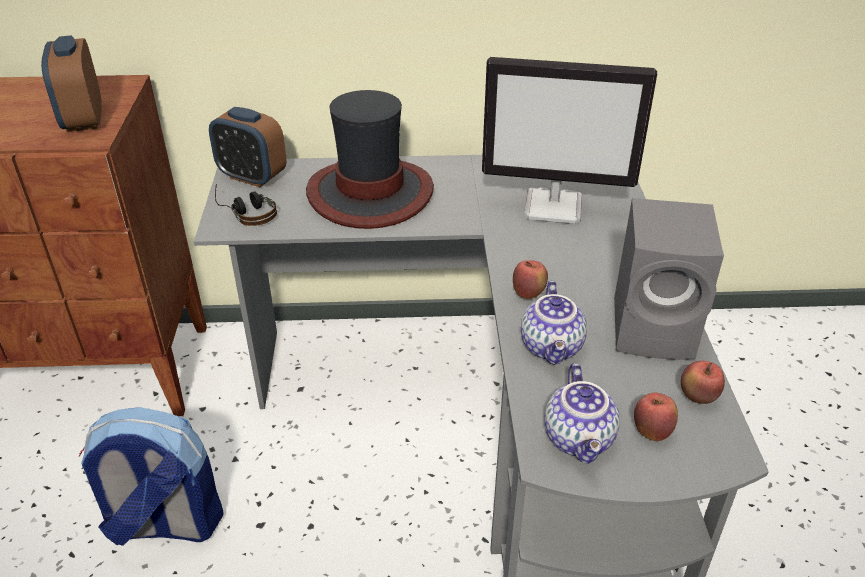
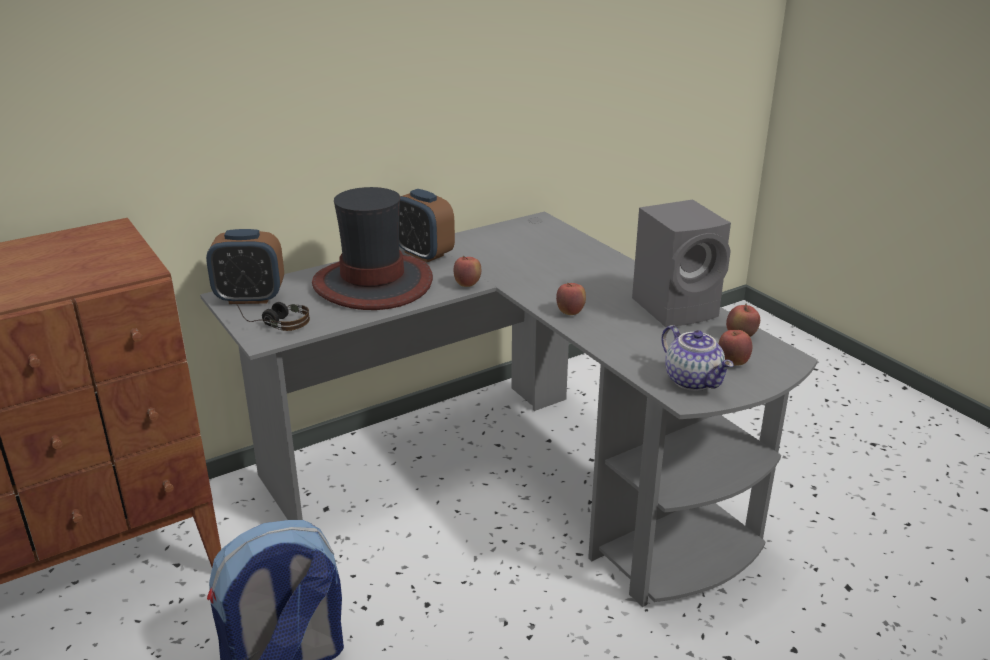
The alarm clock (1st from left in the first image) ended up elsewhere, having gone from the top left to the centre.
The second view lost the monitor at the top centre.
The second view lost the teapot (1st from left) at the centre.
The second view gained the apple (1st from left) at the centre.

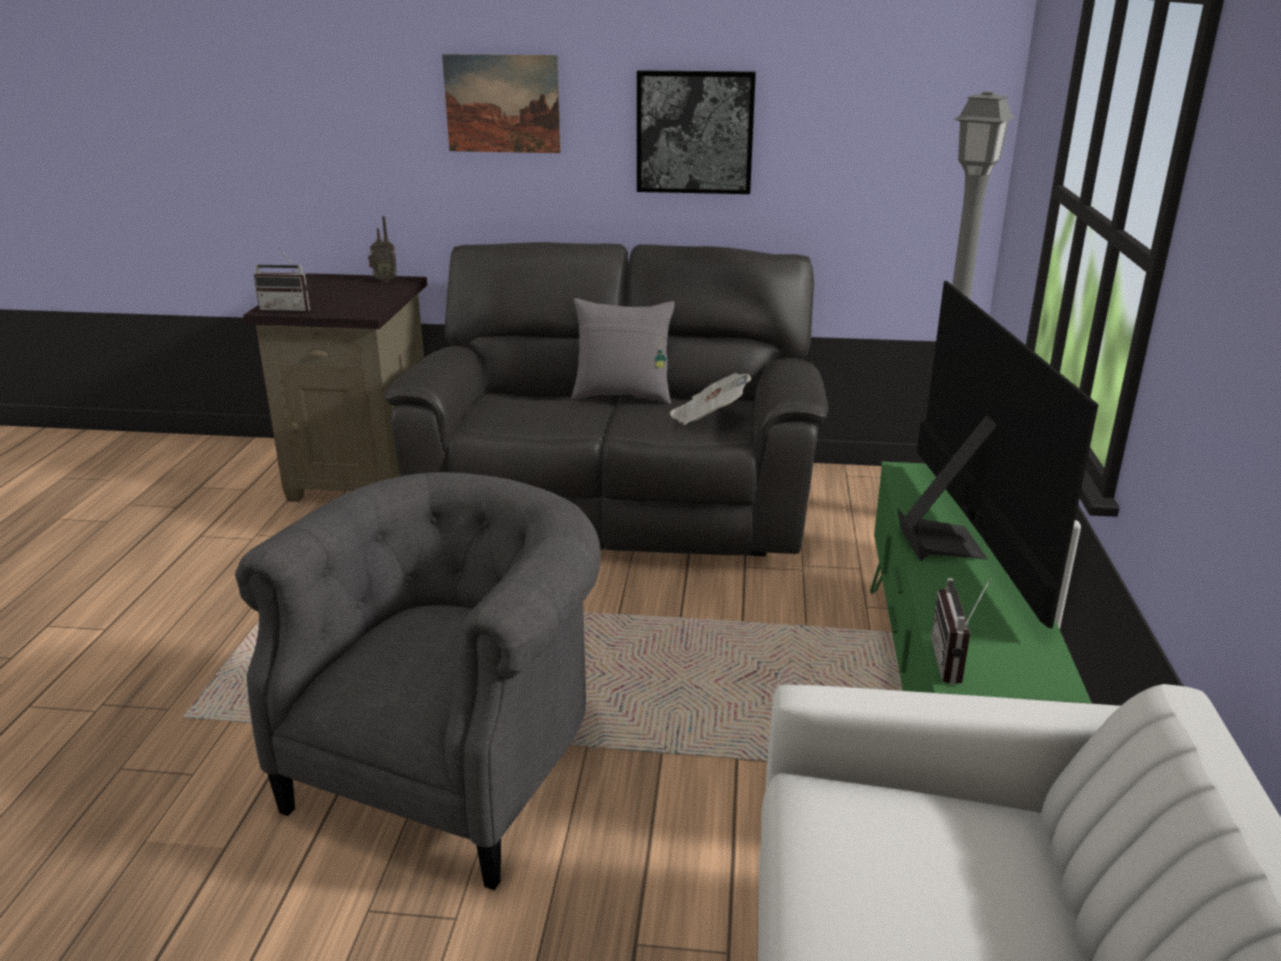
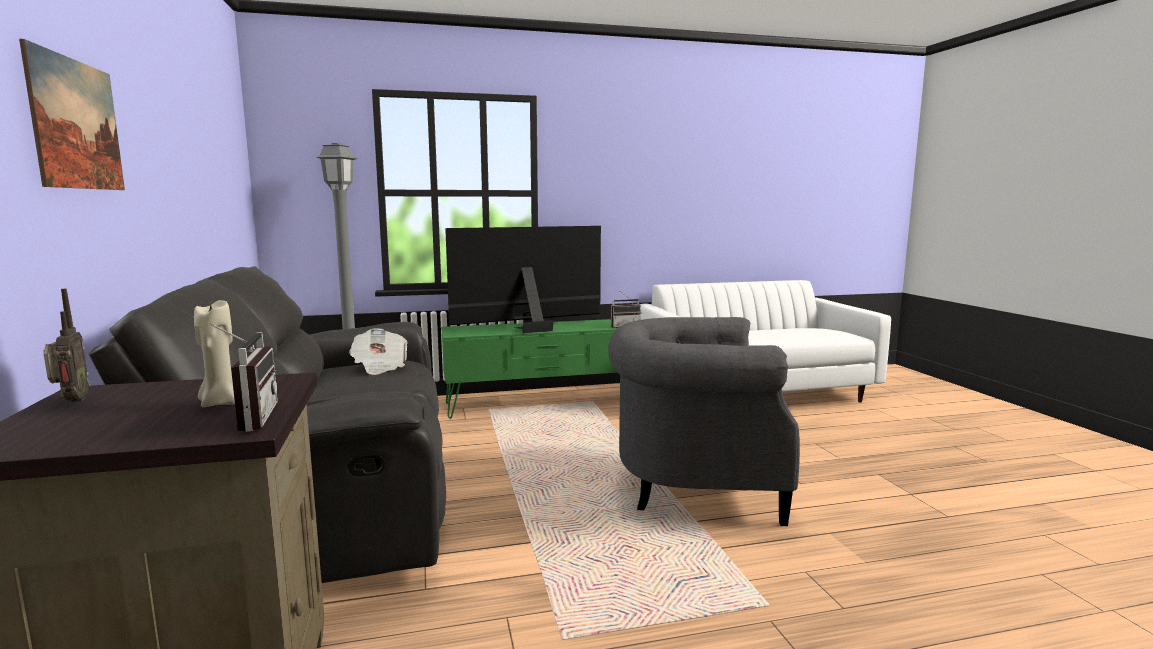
The second view lost the grey pillow at the centre.
The second view lost the picture (2nd from left) at the top centre.
The second view gained the beige candle at the middle left.

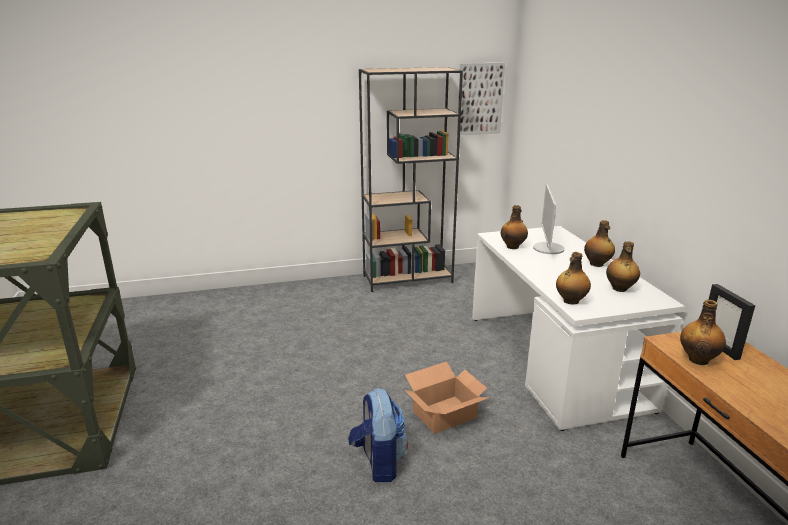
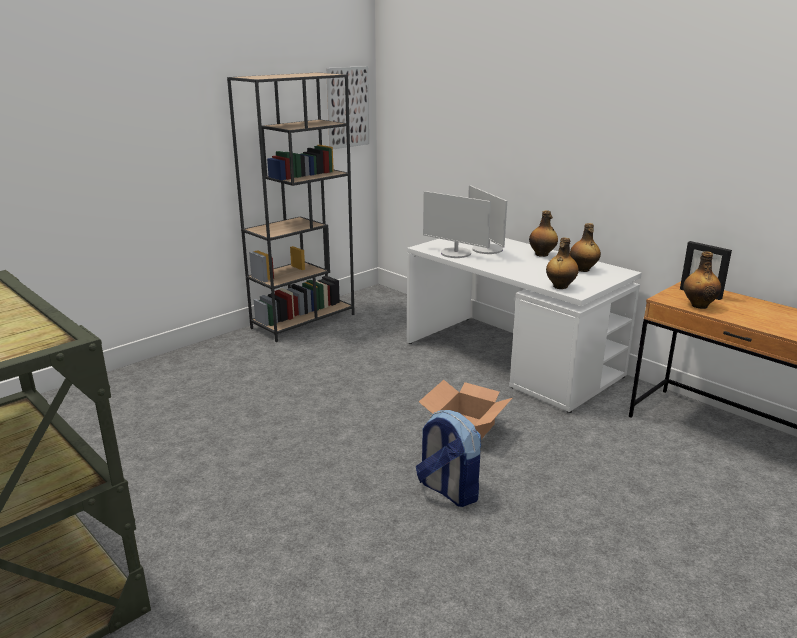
Where the bottle (1st from left) stood at the centre, the monitor (1st from left) came to stand at the centre.

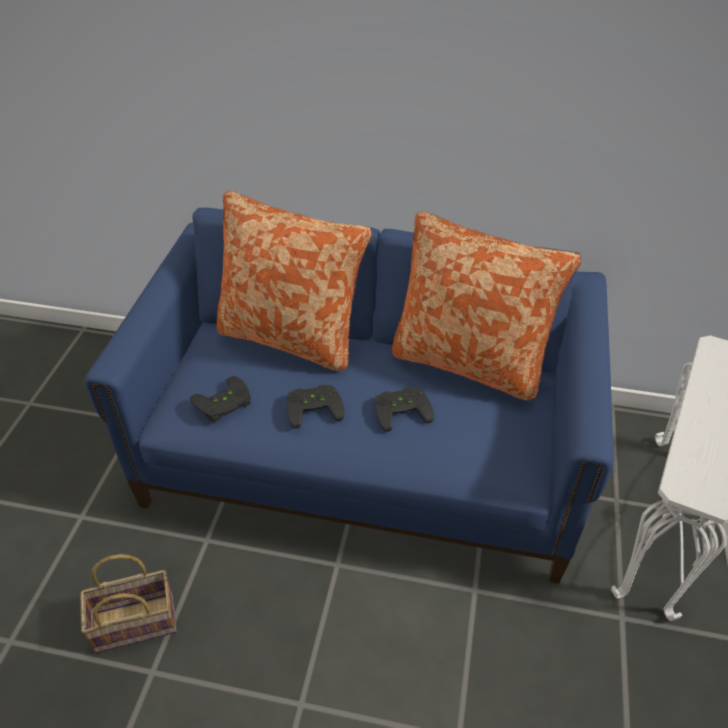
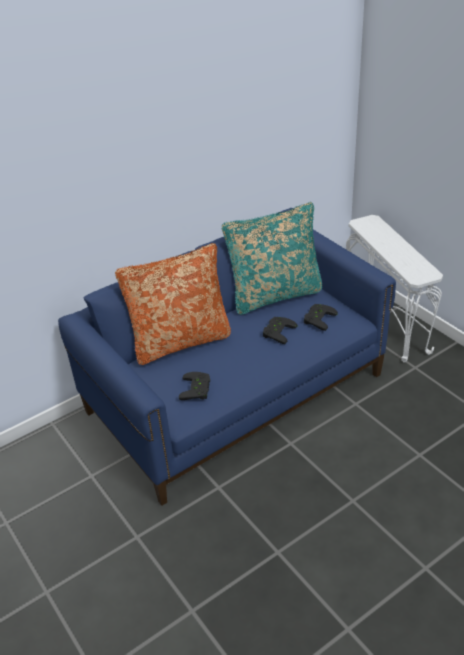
The second view lost the basket at the bottom left.
The black game controller (2nd from left in the first image) ended up elsewhere, having gone from the centre to the middle right.
What was the orange pillow (2nd from left) at the middle right turned into the turquoise pillow at the centre.

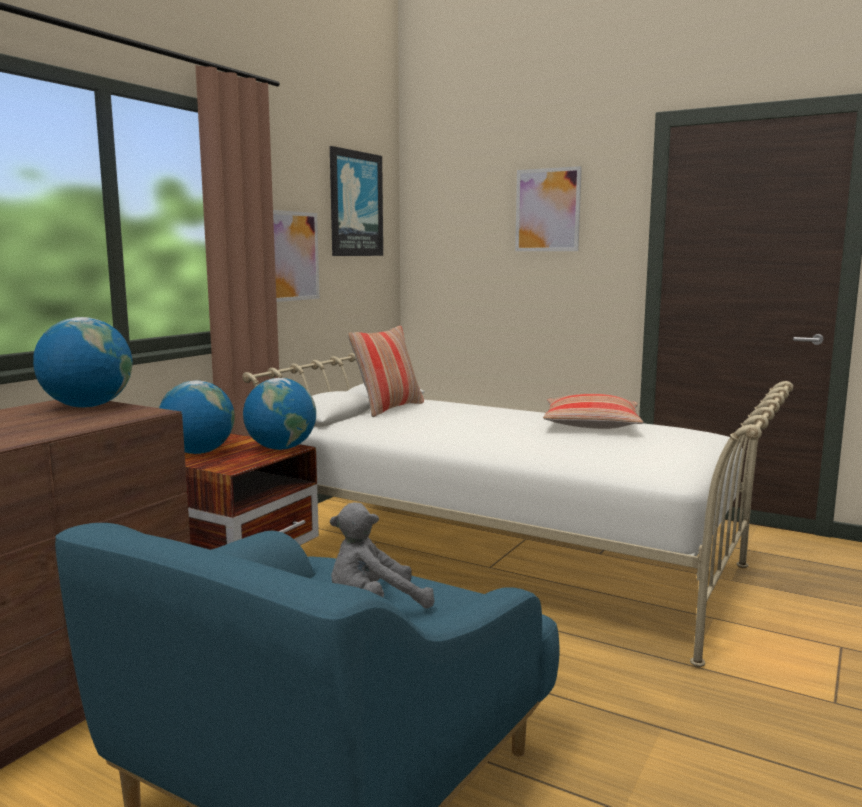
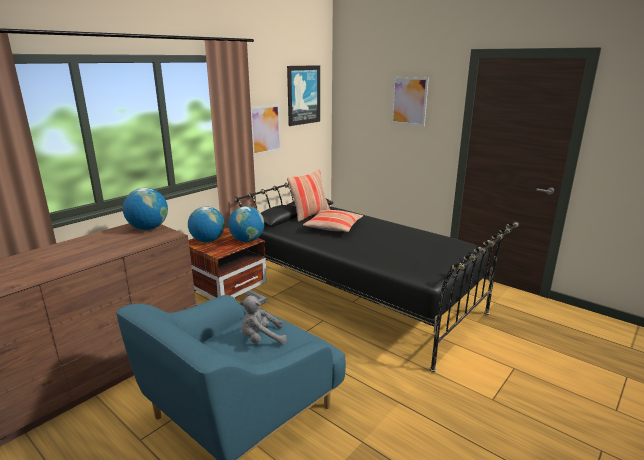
What was the white bed at the centre turned into the black bed at the centre.
The pillow (2nd from left) ended up elsewhere, having gone from the middle right to the centre.

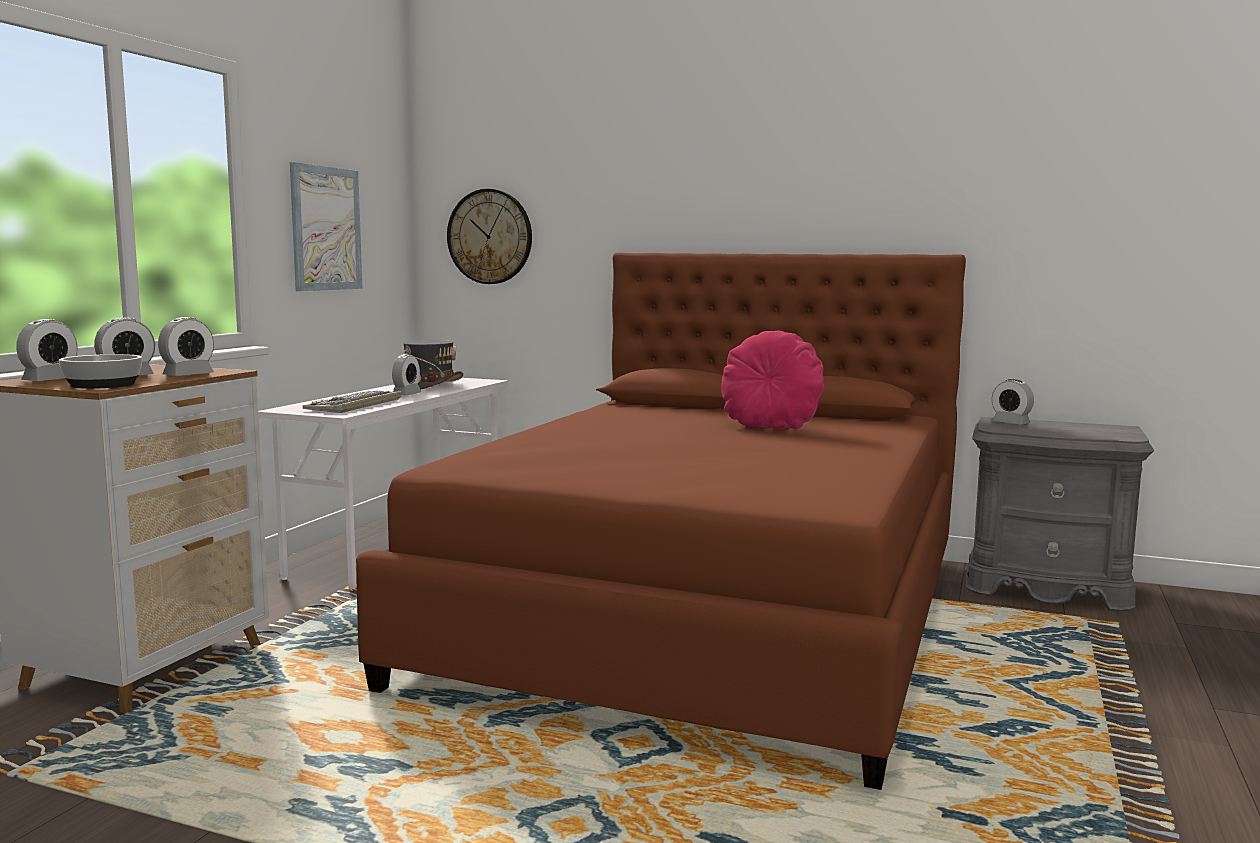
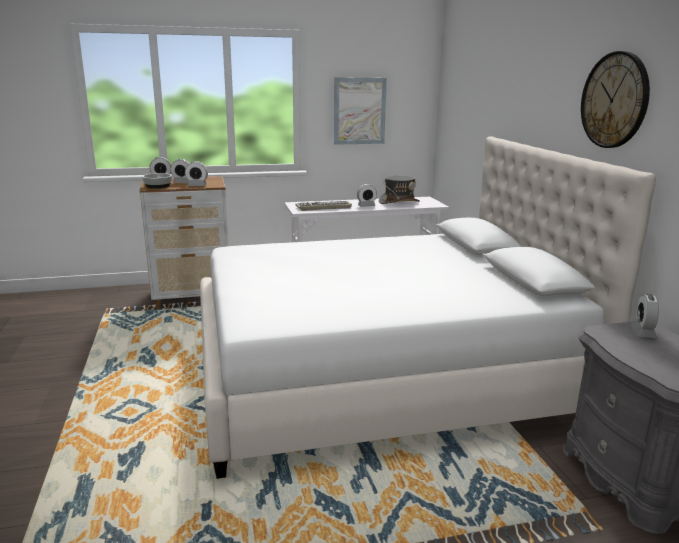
What was the brown bed at the centre turned into the white bed at the centre.
The wall clock ended up elsewhere, having gone from the top centre to the top right.
The second view lost the pink pillow at the centre.

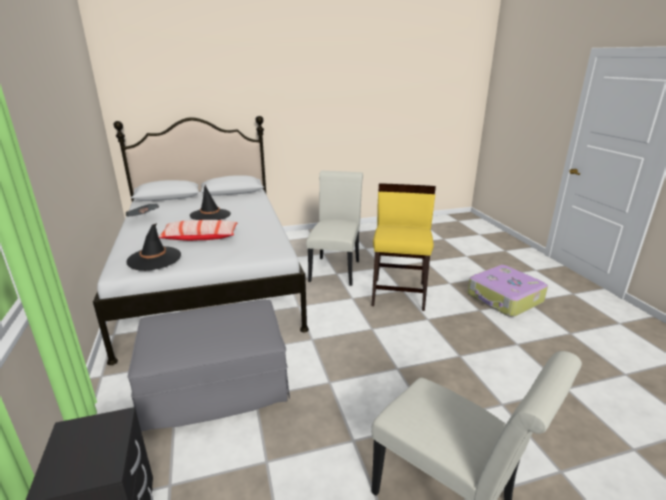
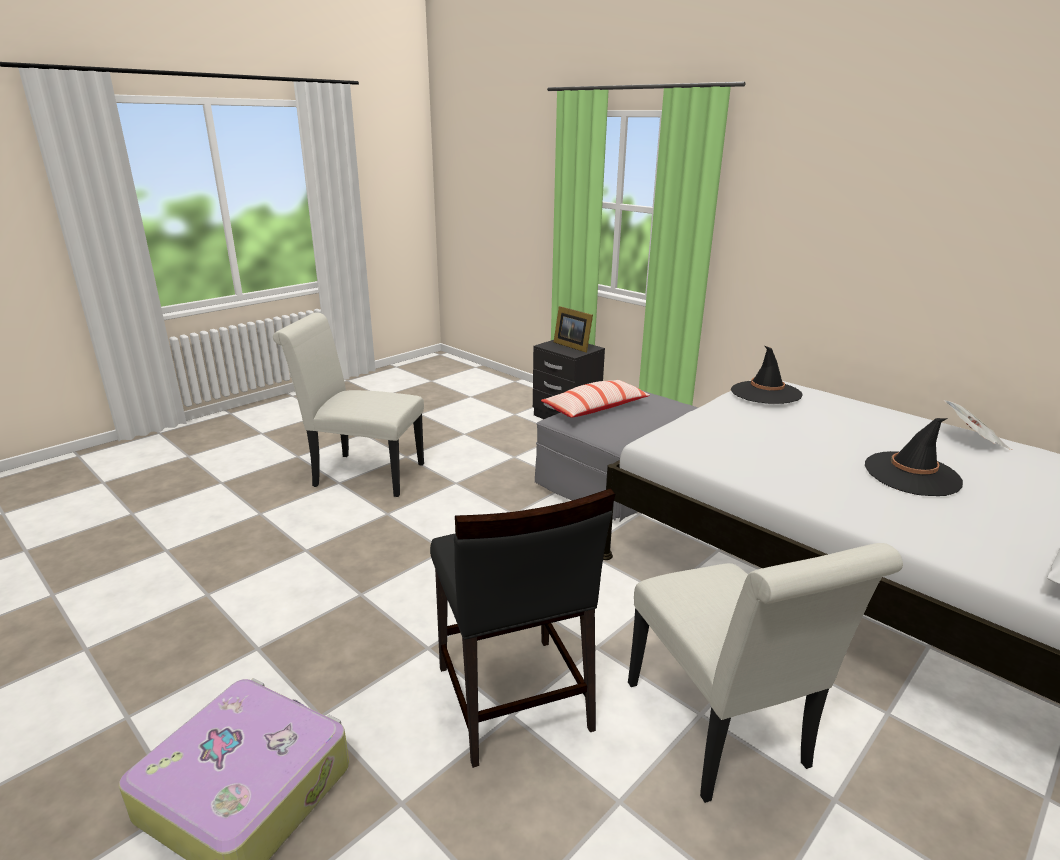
The pillow ended up elsewhere, having gone from the middle left to the centre.
What was the yellow chair at the centre turned into the black chair at the bottom centre.
The second view gained the picture frame at the centre.

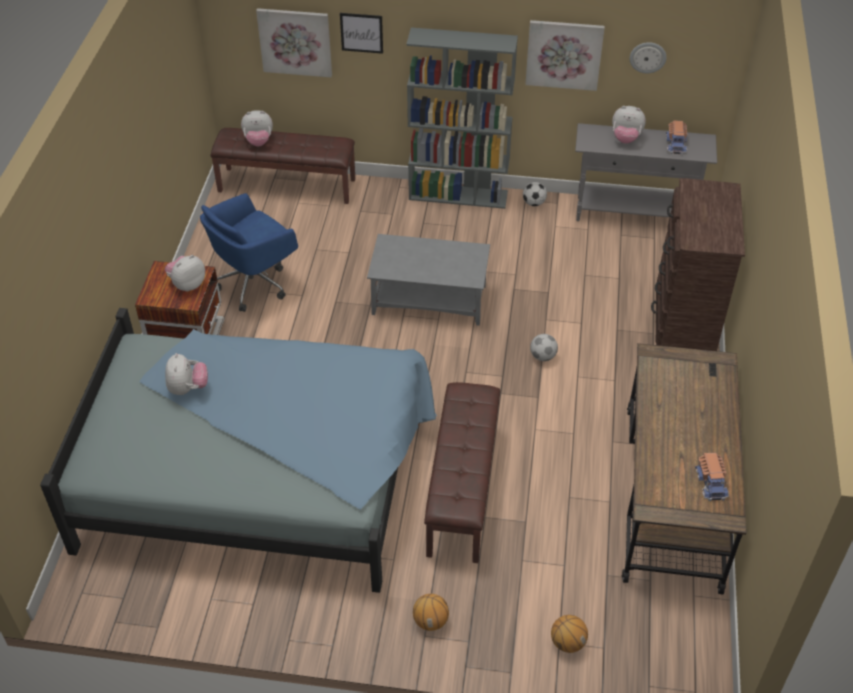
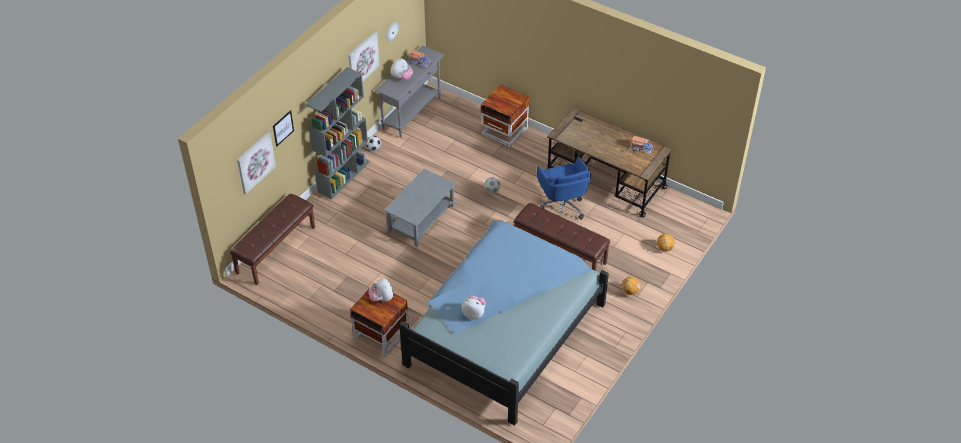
The blue office chair ended up elsewhere, having gone from the middle left to the centre.
The second view lost the plush toy (3rd from left) at the top left.
Where the brown dresser stood at the middle right, the nightstand (2nd from left) came to stand at the top centre.

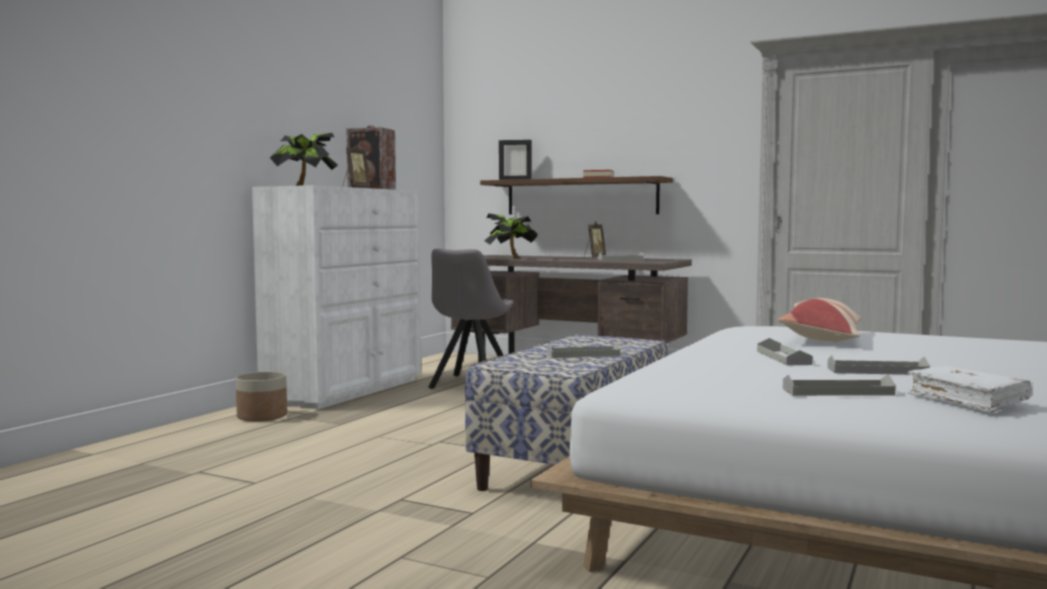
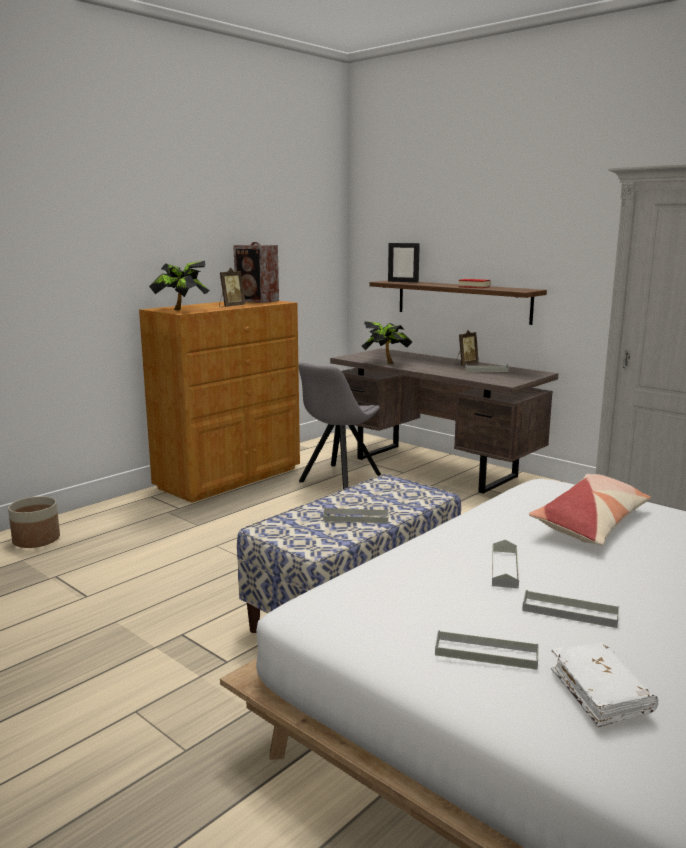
The planter ended up elsewhere, having gone from the bottom left to the middle left.
What was the white dresser at the middle left turned into the brown dresser at the middle left.

